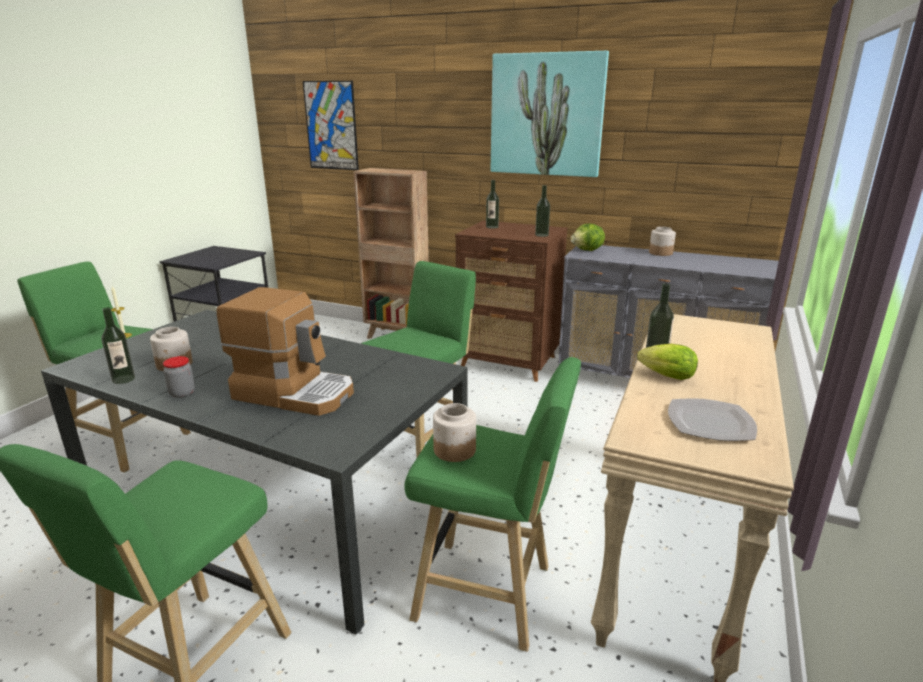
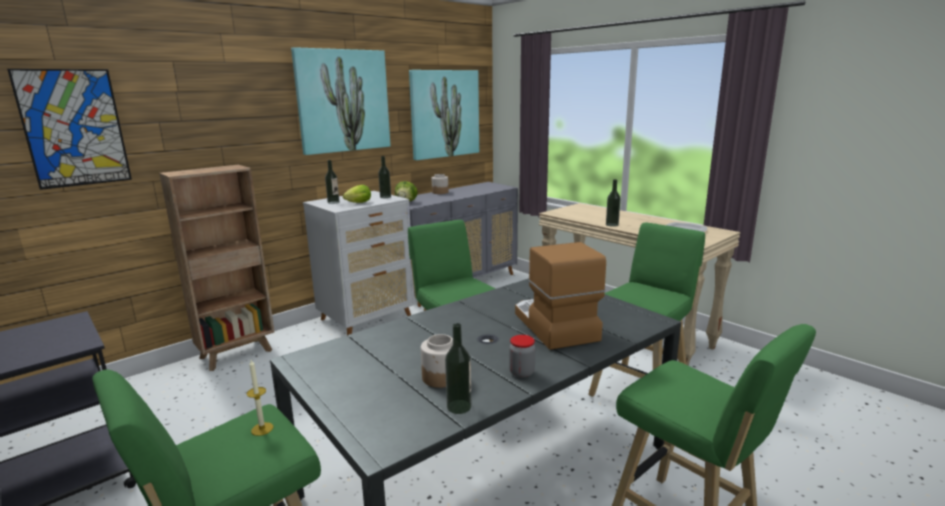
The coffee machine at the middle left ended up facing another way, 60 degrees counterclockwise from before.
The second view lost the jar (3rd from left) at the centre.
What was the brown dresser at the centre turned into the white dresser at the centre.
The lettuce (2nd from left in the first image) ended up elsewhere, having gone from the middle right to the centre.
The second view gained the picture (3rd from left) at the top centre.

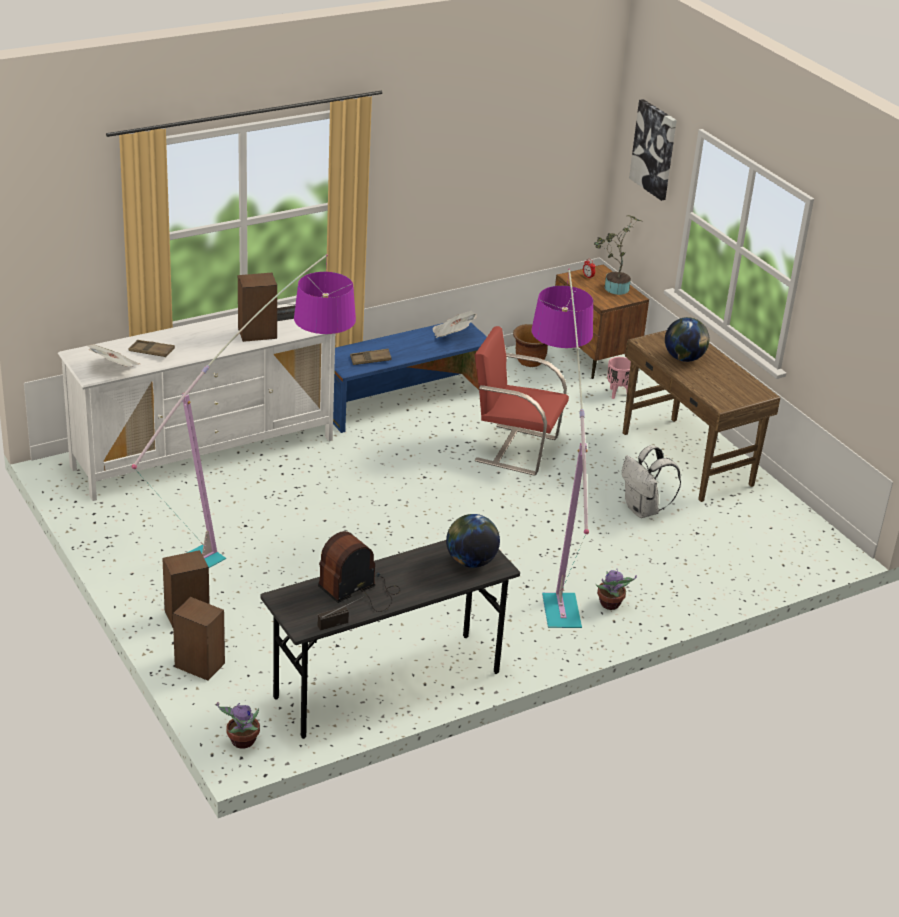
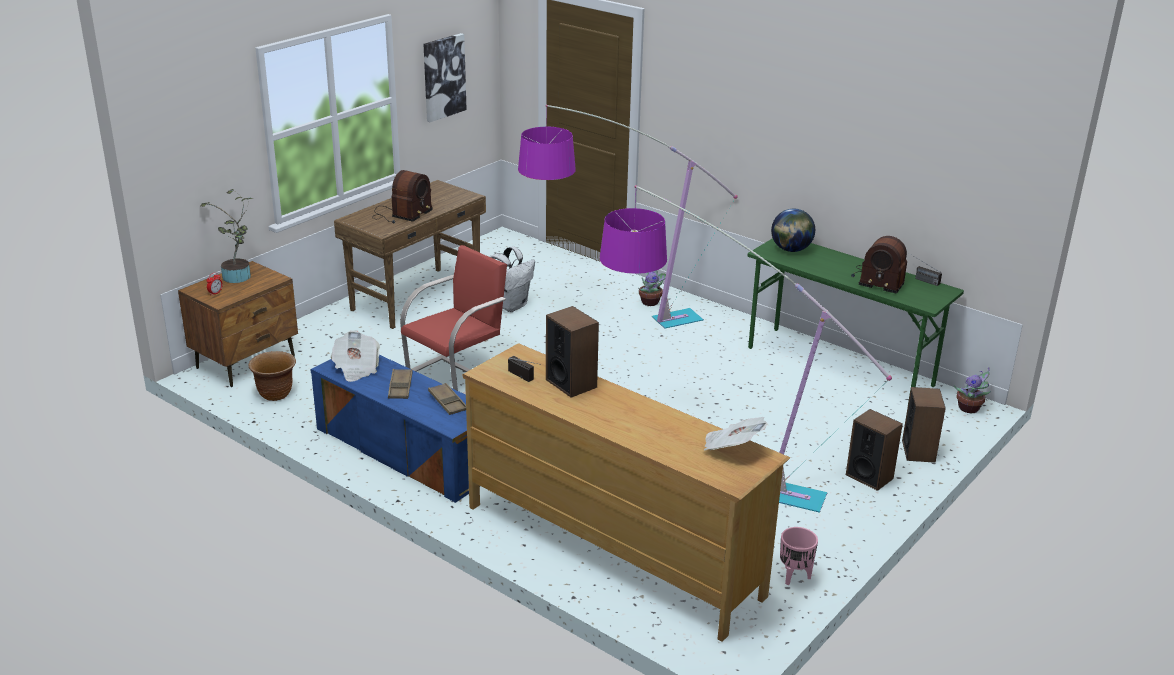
What was the white dresser at the middle left turned into the brown dresser at the bottom centre.
The brown tray (1st from left) ended up elsewhere, having gone from the middle left to the centre.
What was the grey desk at the bottom centre turned into the green desk at the middle right.
The red chair at the centre ended up facing another way, 135 degrees counterclockwise from before.
The pink planter ended up elsewhere, having gone from the middle right to the bottom right.
The picture ended up elsewhere, having gone from the top right to the top centre.
Where the globe (2nd from left) stood at the middle right, the radio (1st from left) came to stand at the top centre.

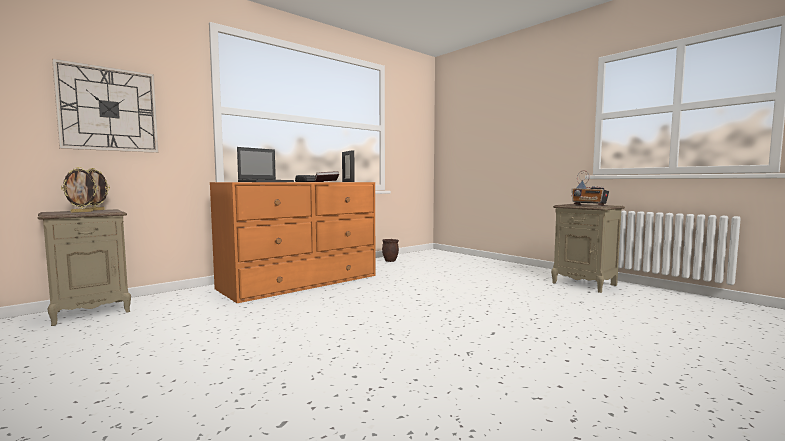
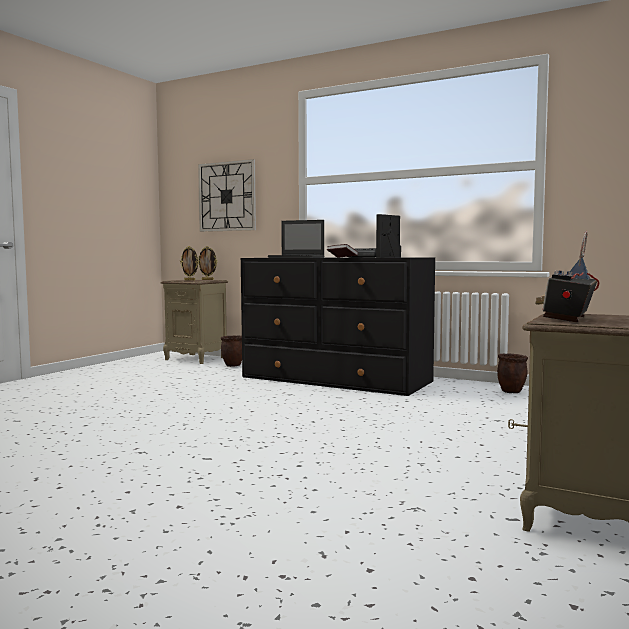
What was the orange dresser at the centre turned into the black dresser at the centre.
The second view gained the brown planter (1st from left) at the centre.

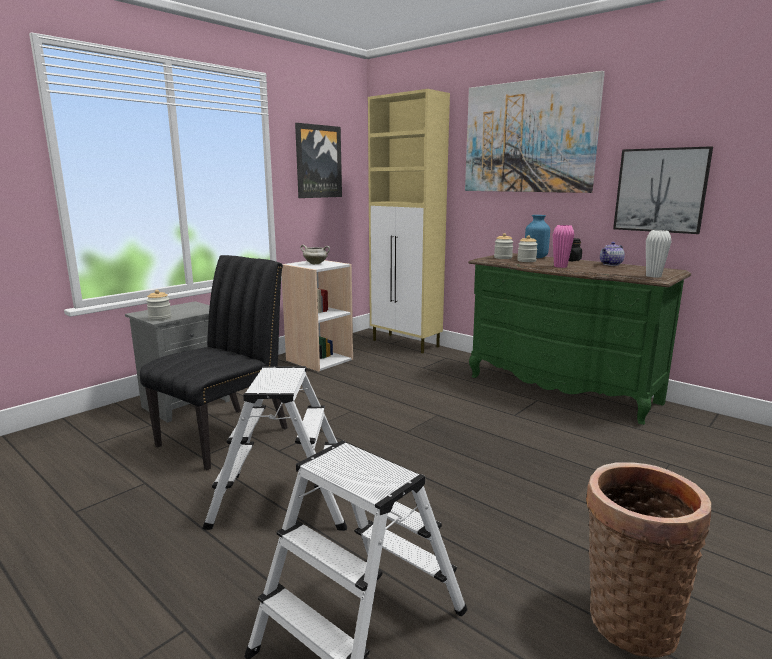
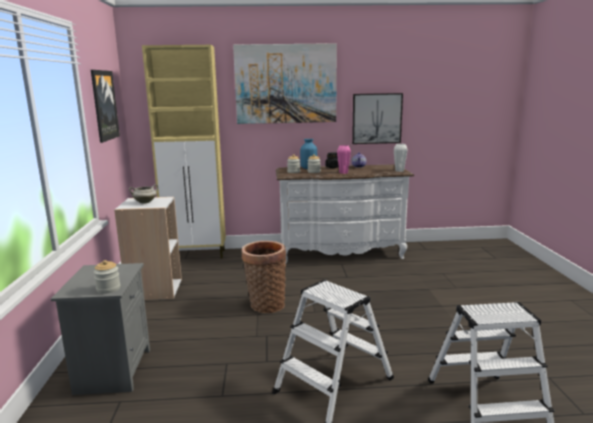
The second view lost the black chair at the middle left.
What was the green dresser at the middle right turned into the white dresser at the centre.
The basket ended up elsewhere, having gone from the bottom right to the centre.

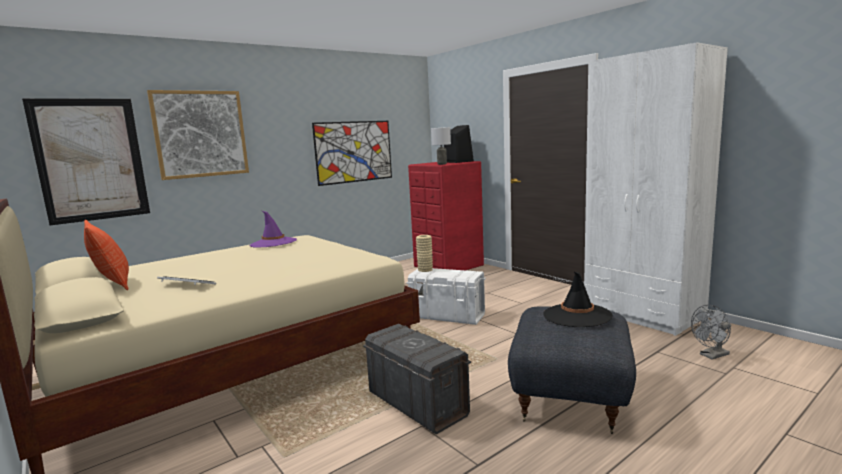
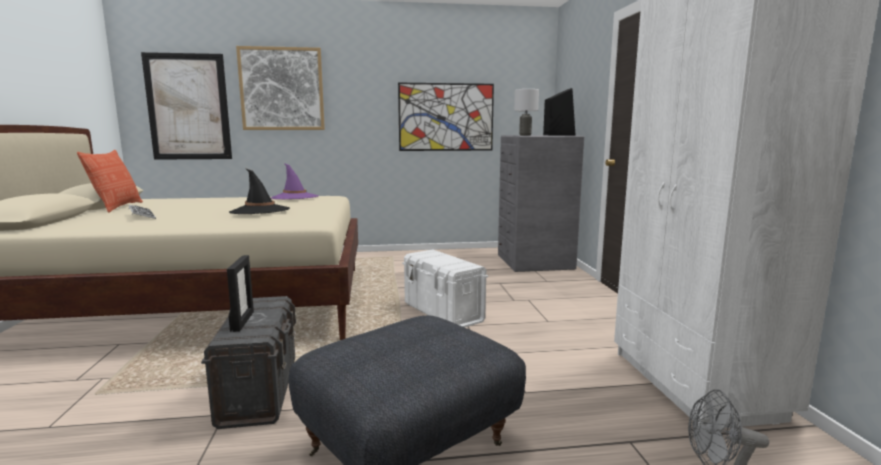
What was the red dresser at the centre turned into the grey dresser at the centre.
The second view lost the beige vase at the centre.
The black hat ended up elsewhere, having gone from the middle right to the middle left.
The second view gained the picture frame at the middle left.

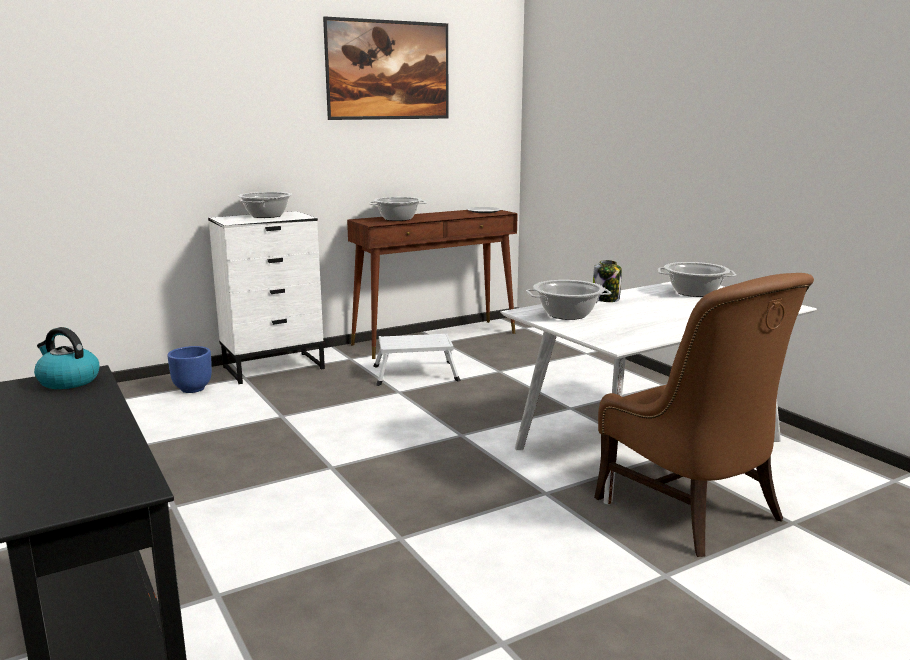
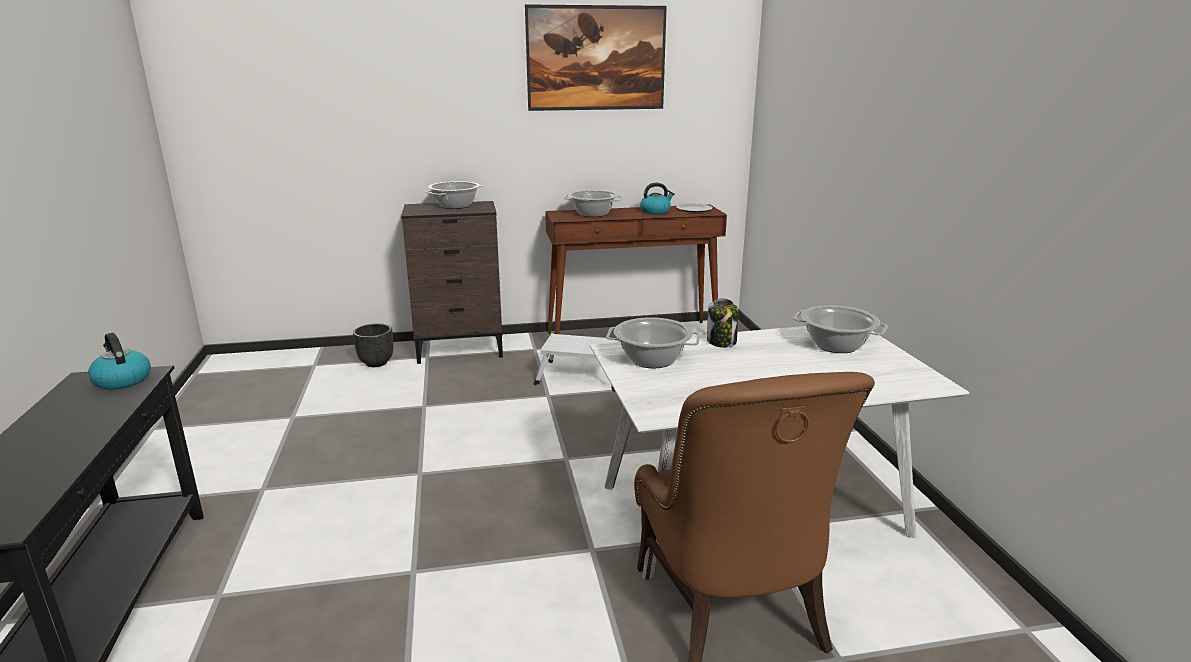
What was the blue planter at the middle left turned into the black planter at the middle left.
What was the white dresser at the middle left turned into the brown dresser at the centre.
The second view gained the kettle (2nd from left) at the top centre.

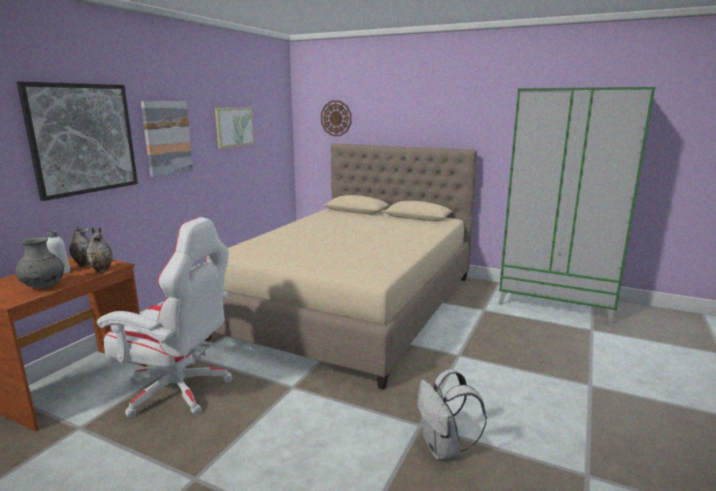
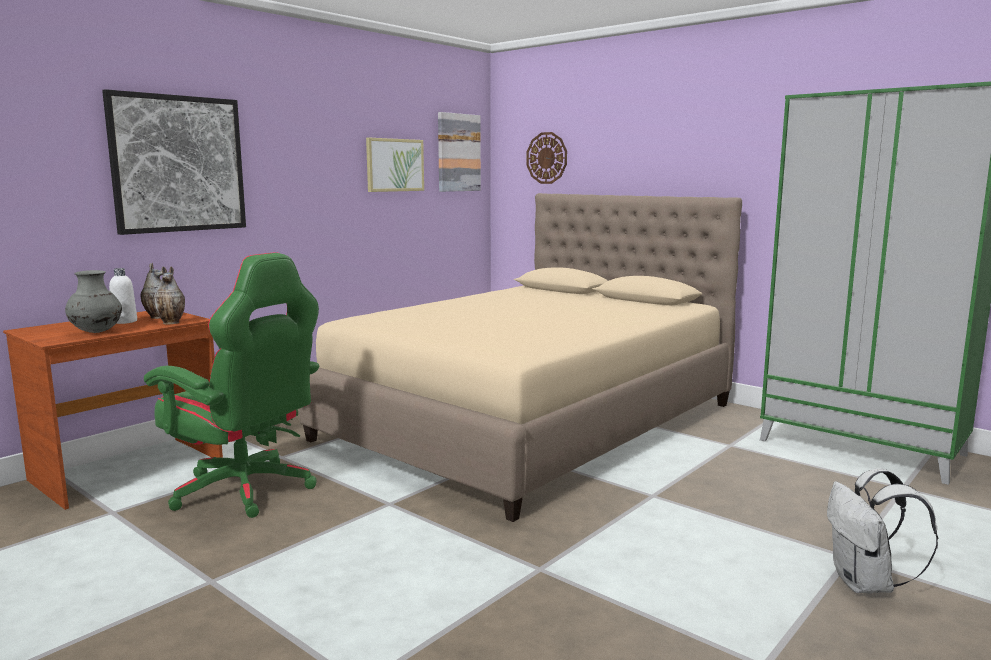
What was the white office chair at the middle left turned into the green office chair at the middle left.
The picture (2nd from left in the first image) ended up elsewhere, having gone from the top left to the top centre.
The white backpack ended up elsewhere, having gone from the bottom centre to the bottom right.

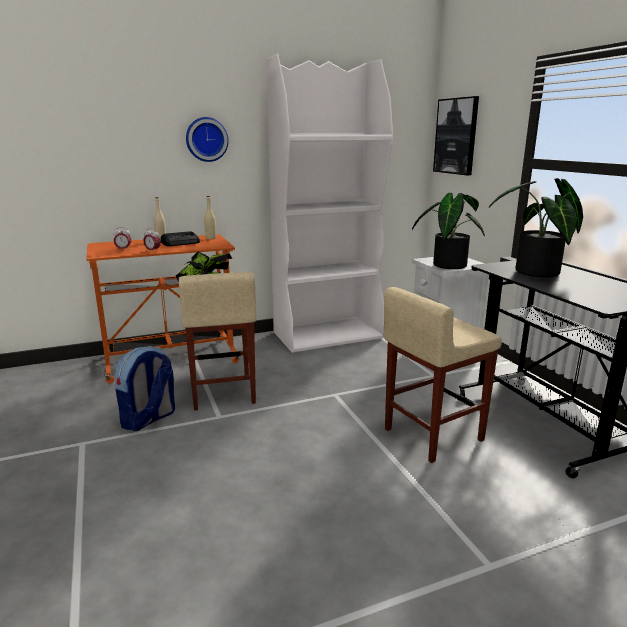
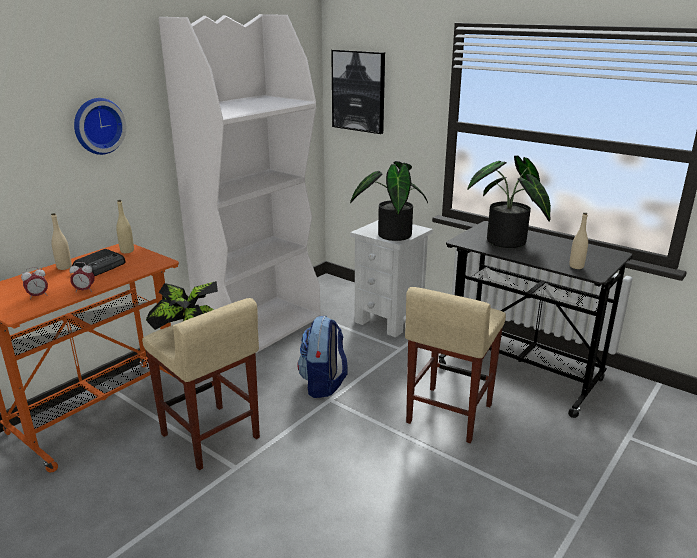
The backpack ended up elsewhere, having gone from the middle left to the centre.
The second view gained the beige bottle (3rd from left) at the middle right.

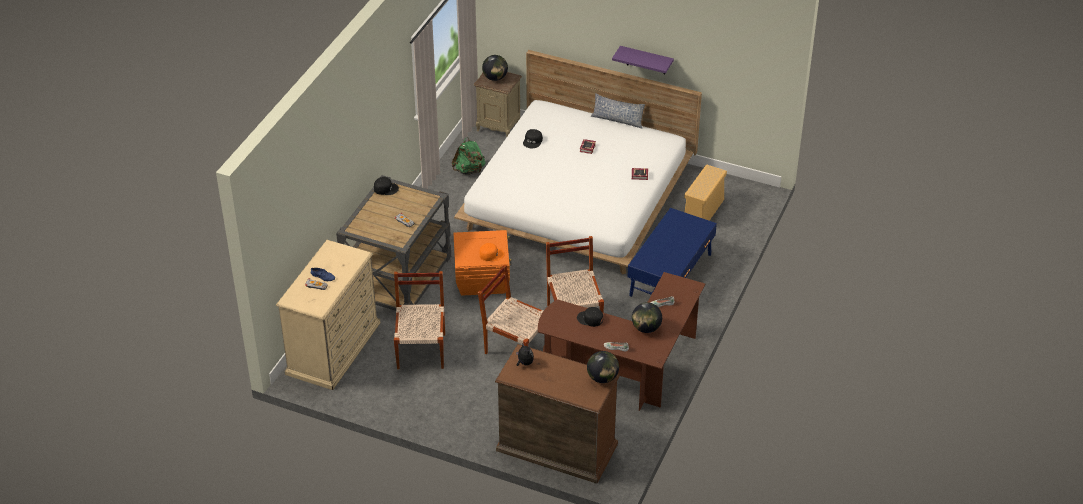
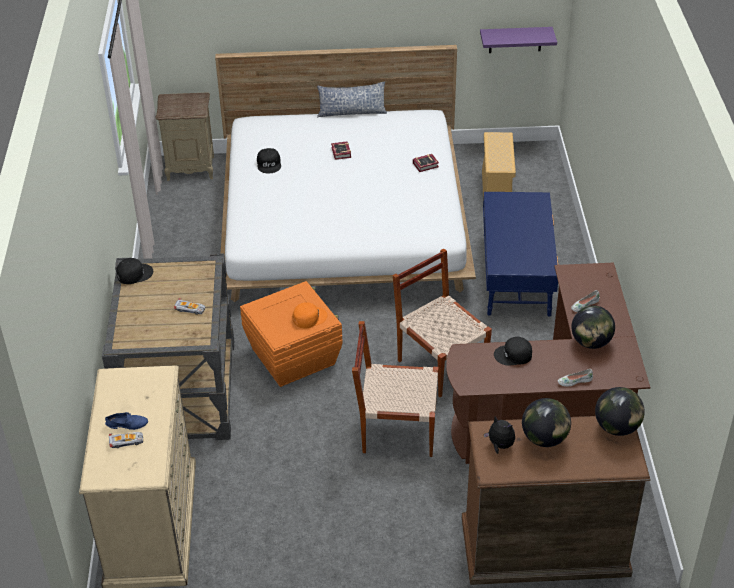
The second view lost the chair (1st from left) at the centre.
The second view lost the green backpack at the top centre.
The globe (1st from left) ended up elsewhere, having gone from the top centre to the bottom right.
The purple shelf ended up elsewhere, having gone from the top centre to the top right.

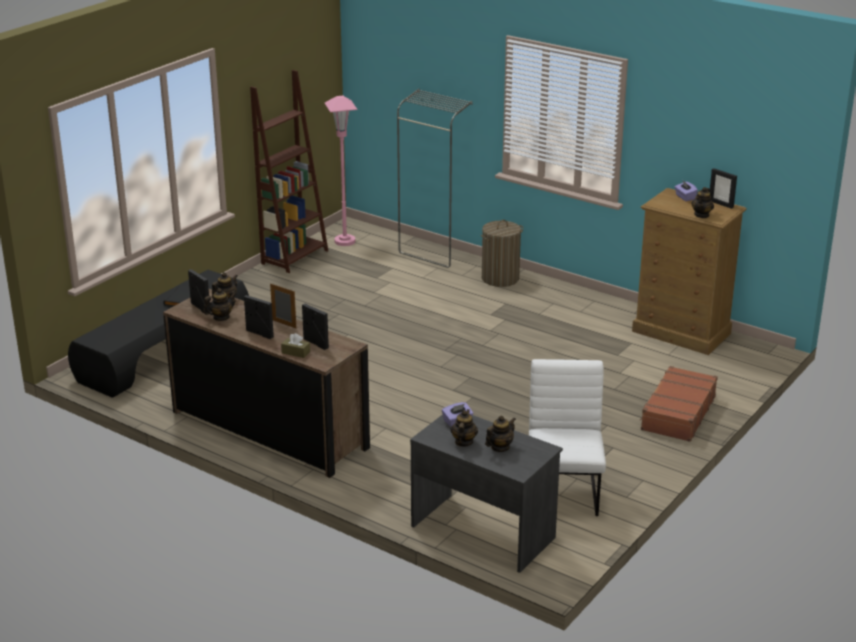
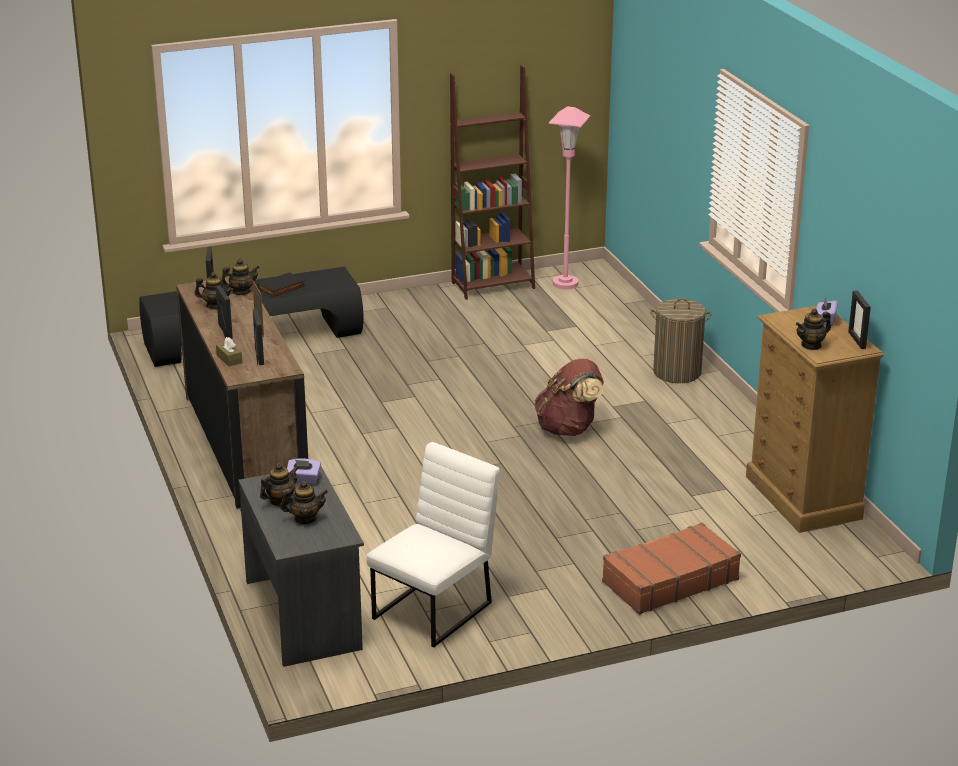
The second view lost the grey clothes rack at the top centre.
The second view gained the brown backpack at the centre.

